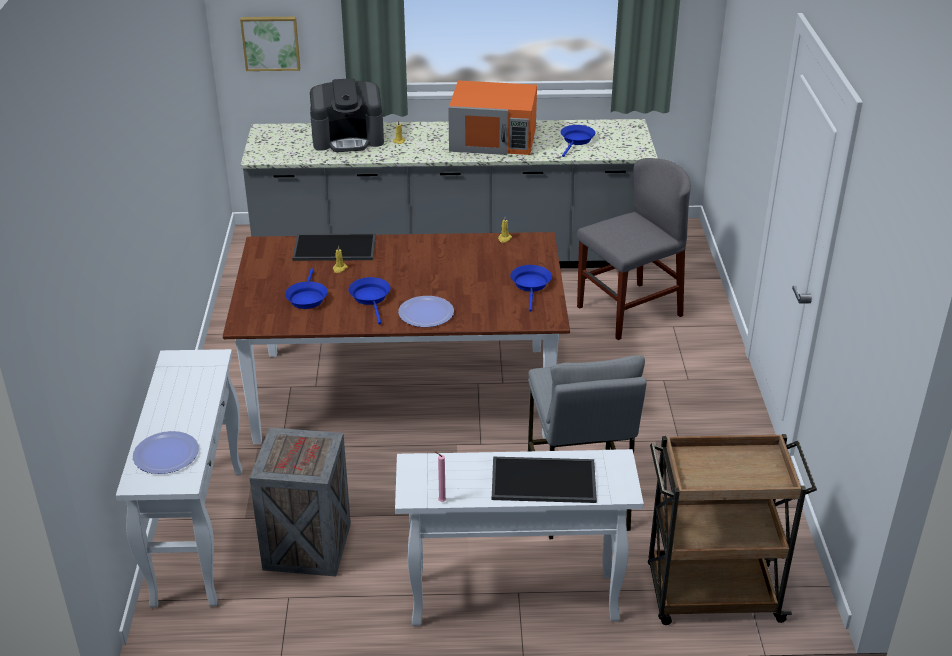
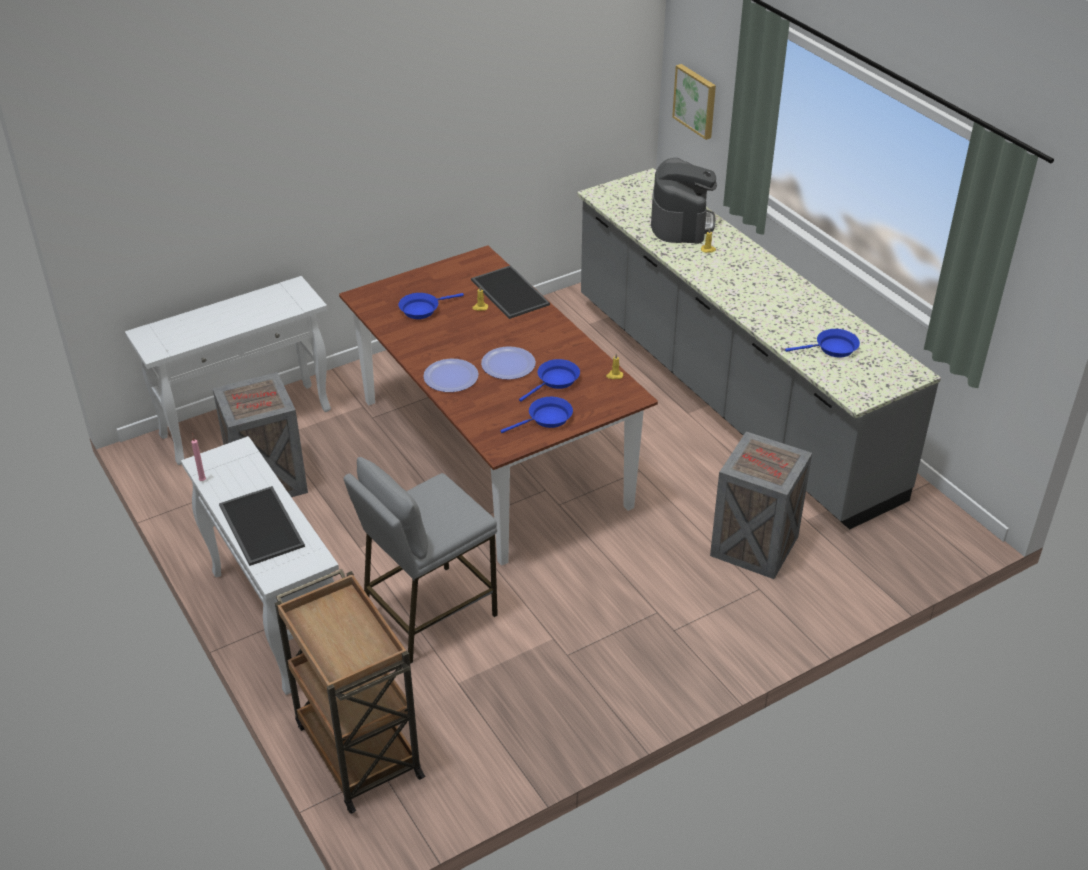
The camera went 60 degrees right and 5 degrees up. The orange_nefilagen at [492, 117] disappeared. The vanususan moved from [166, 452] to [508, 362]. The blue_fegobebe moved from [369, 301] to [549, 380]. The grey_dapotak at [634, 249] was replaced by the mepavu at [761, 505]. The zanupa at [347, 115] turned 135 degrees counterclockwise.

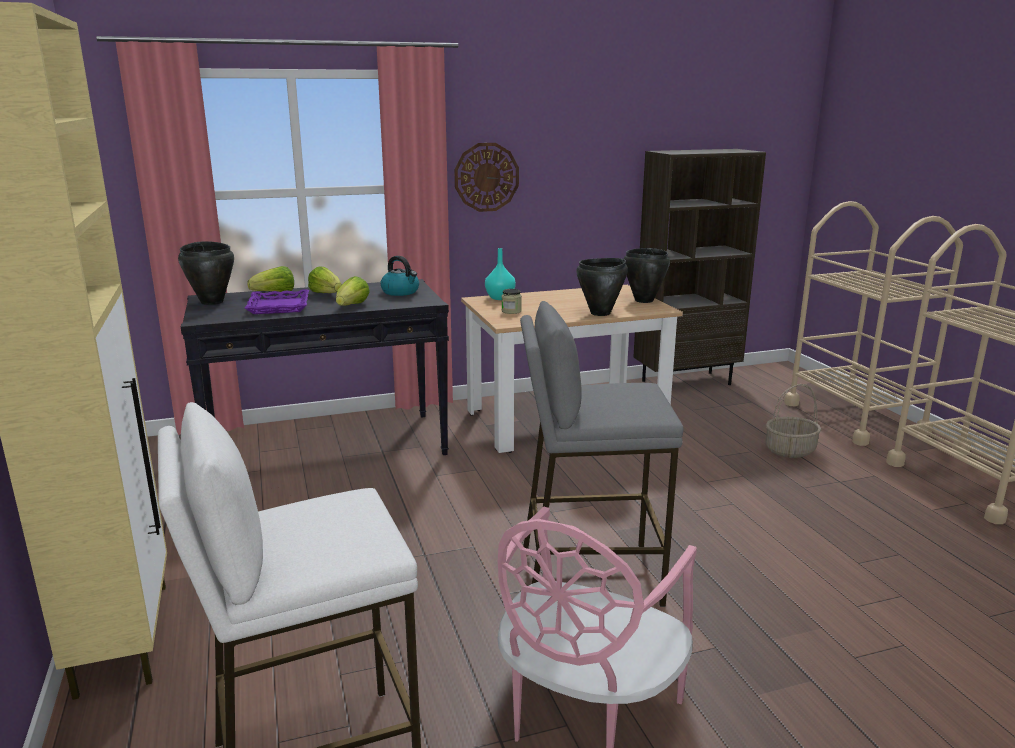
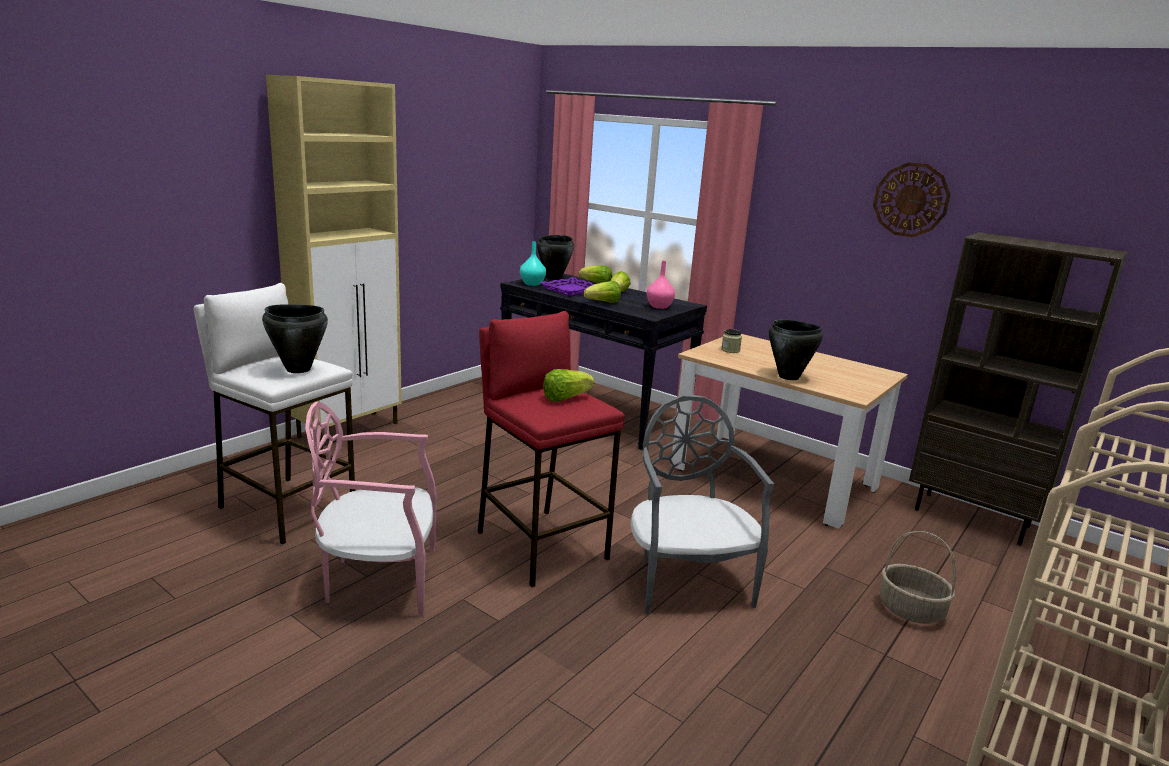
The camera went 55 degrees right and 0 degrees up. The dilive at [569, 385] appeared. The grey_dapotak at [702, 505] appeared. The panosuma moved from [486, 177] to [912, 199]. The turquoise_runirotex moved from [500, 274] to [533, 263]. The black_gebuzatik moved from [647, 275] to [295, 338]. The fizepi at [400, 276] was replaced by the pink_runirotex at [661, 285]. The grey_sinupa at [602, 454] became the red_sinupa at [551, 449].

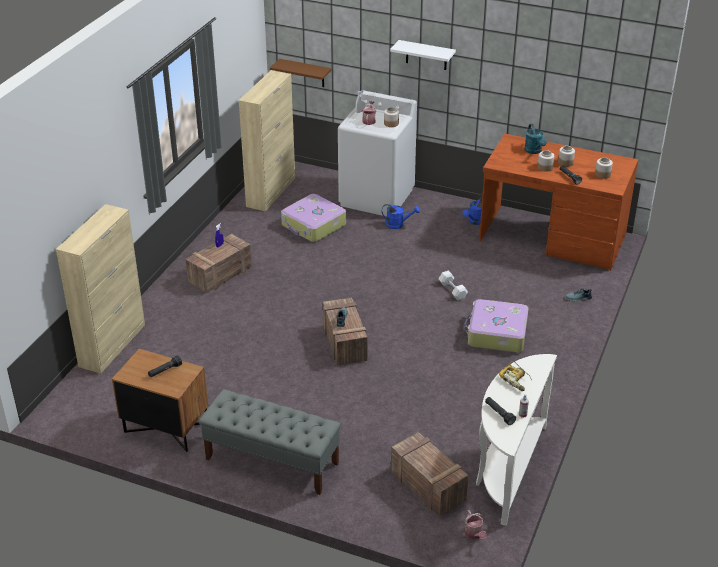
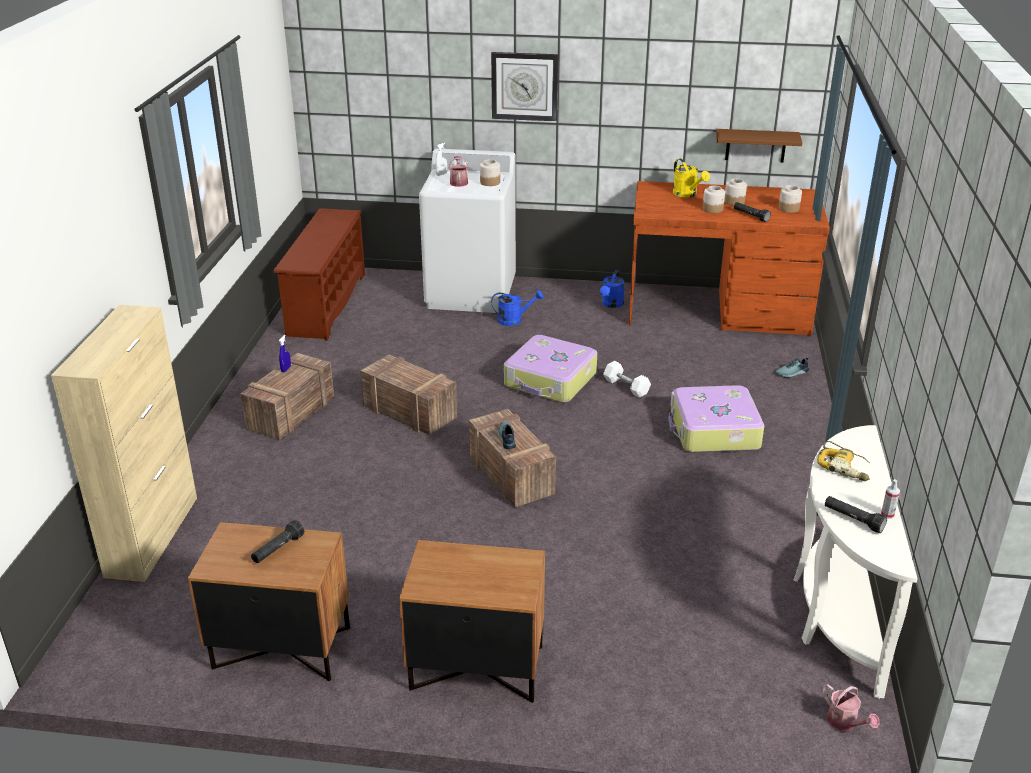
The camera went 15 degrees left and 5 degrees down. The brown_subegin moved from [300, 73] to [759, 145]. The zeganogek moved from [313, 218] to [550, 369]. The mepavu moved from [430, 474] to [408, 394]. The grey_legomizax at [270, 442] was replaced by the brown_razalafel at [472, 621]. The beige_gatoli at [267, 141] was replaced by the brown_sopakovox at [319, 274]. The white_subegin at [423, 55] was replaced by the panosuma at [524, 86]. The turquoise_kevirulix at [535, 139] became the yellow_kevirulix at [691, 178].

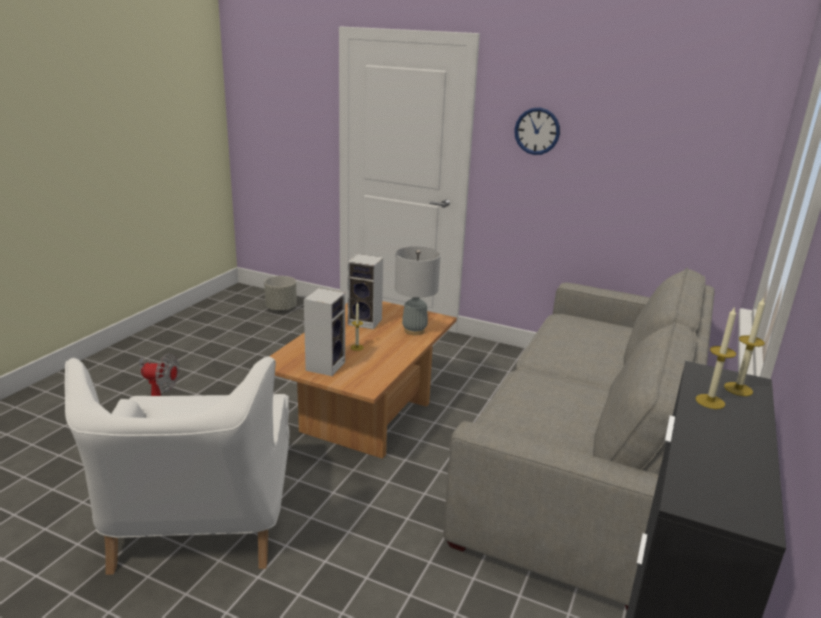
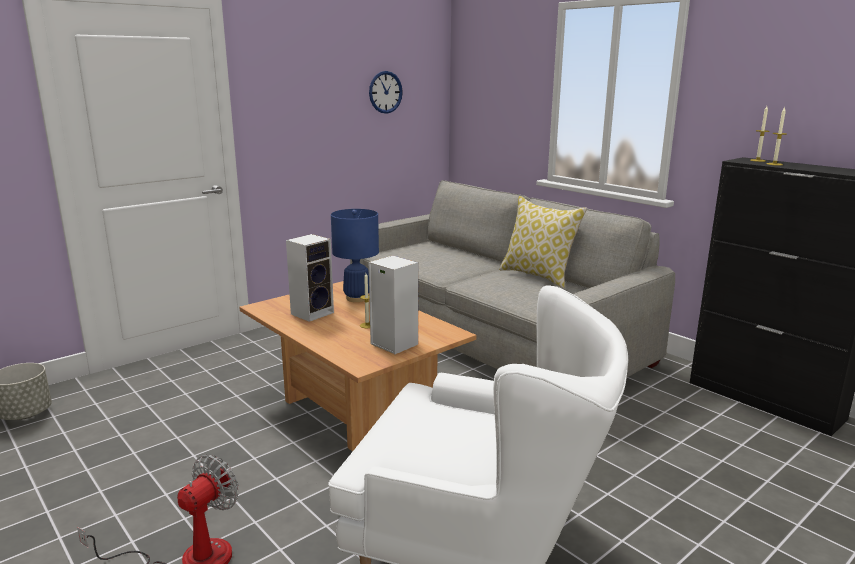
The camera went 65 degrees left and 5 degrees down. The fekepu at [543, 242] appeared. The panosuma moved from [537, 131] to [386, 92]. The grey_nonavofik at [418, 290] became the blue_nonavofik at [355, 255].

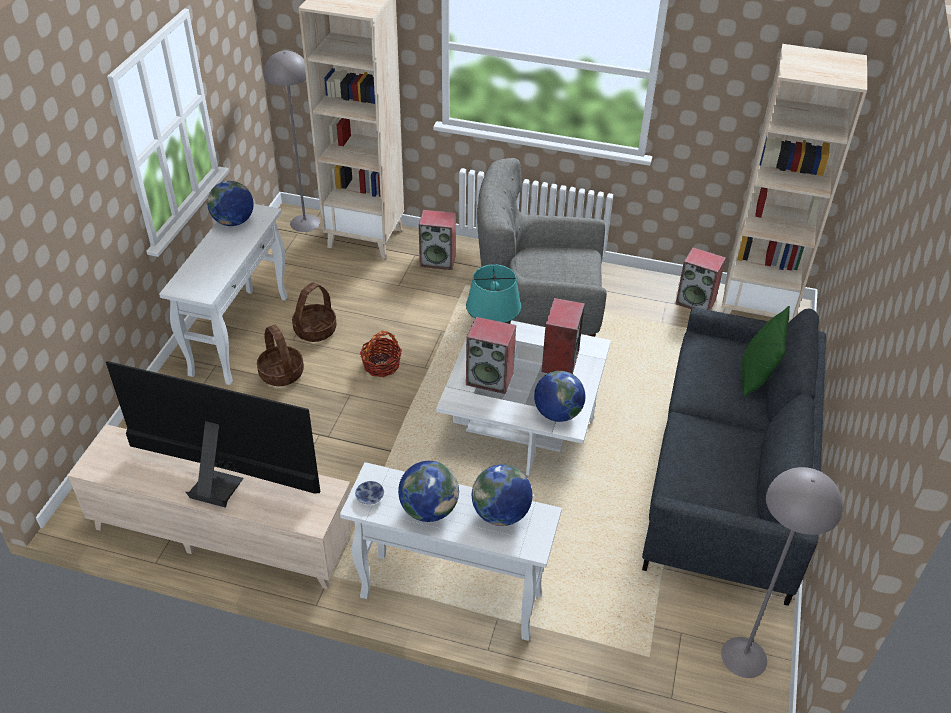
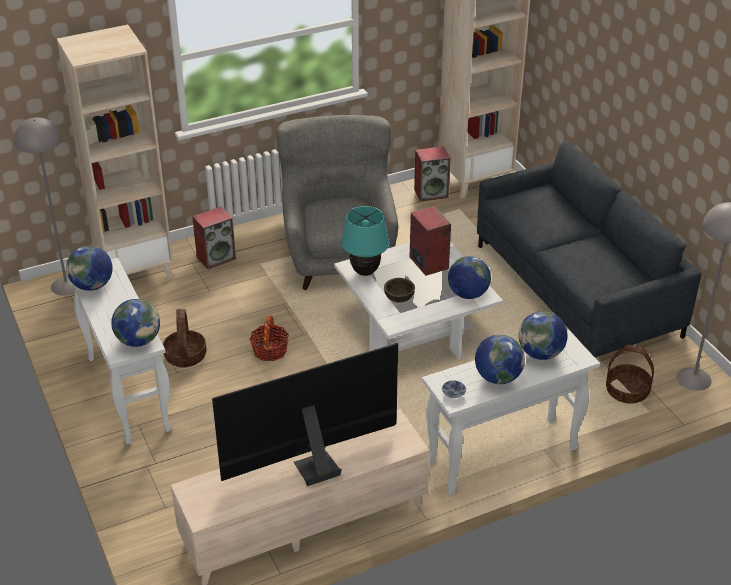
The camera went 40 degrees left and 5 degrees down. The green_fekepu at [766, 351] disappeared. The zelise at [135, 323] appeared. The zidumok moved from [280, 355] to [630, 374]. The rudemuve at [491, 355] was replaced by the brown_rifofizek at [399, 290]. The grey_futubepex at [542, 247] turned 120 degrees clockwise.

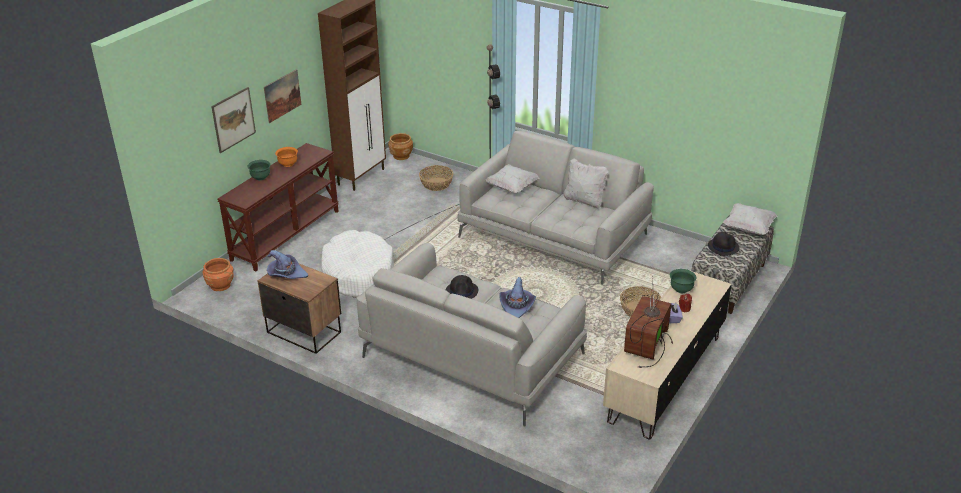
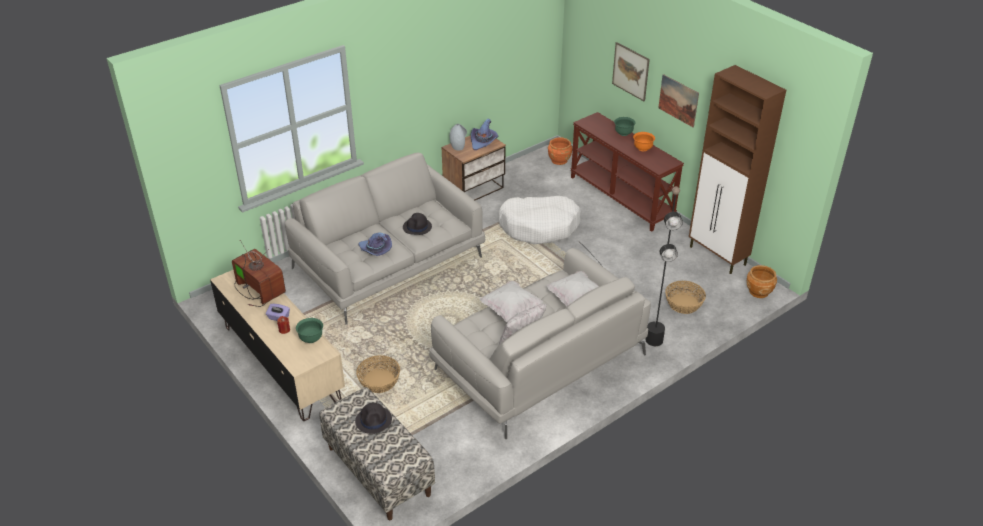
The camera went 110 degrees right and 5 degrees up. The grey_runirotex at [458, 137] appeared. The white_fekepu moved from [750, 219] to [511, 301].

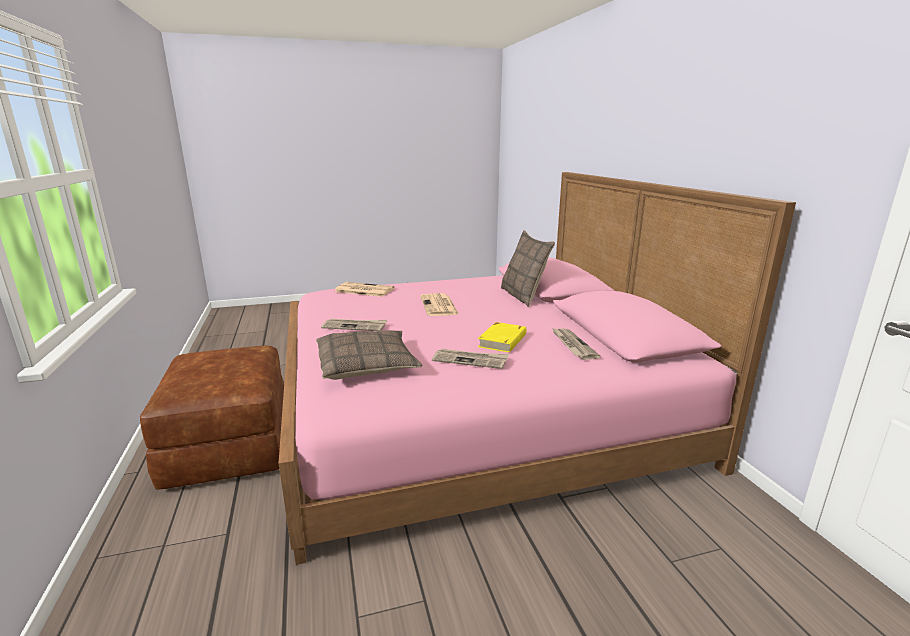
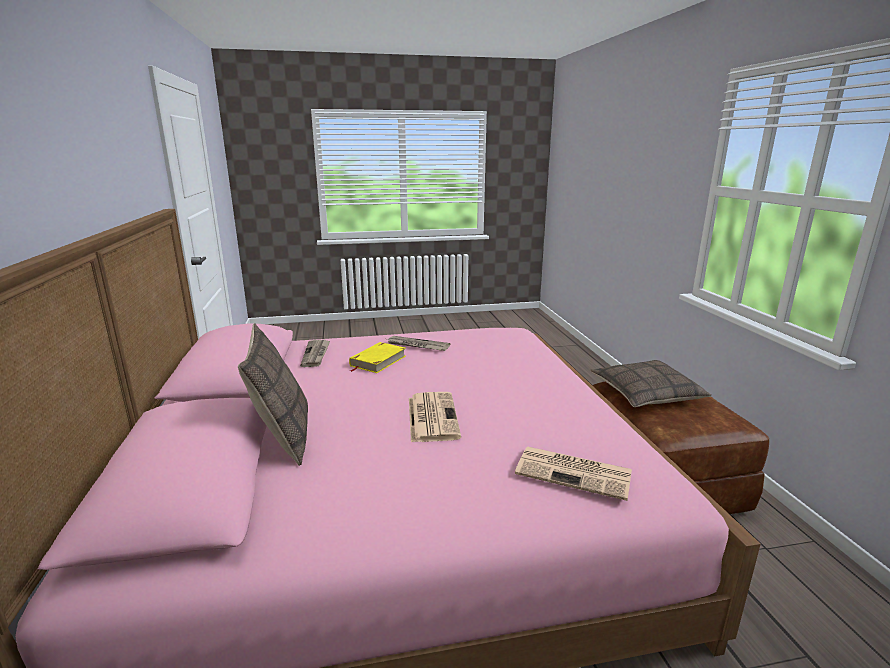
The camera went 175 degrees left and 0 degrees up. The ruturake at [354, 325] disappeared. The fekepu moved from [369, 355] to [650, 383].

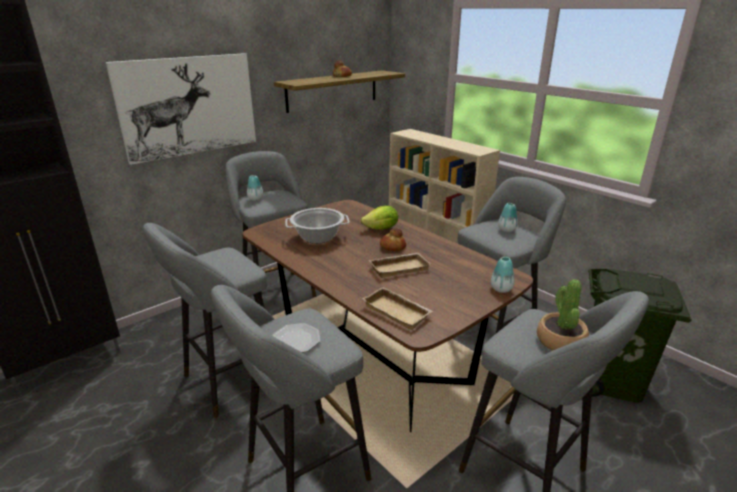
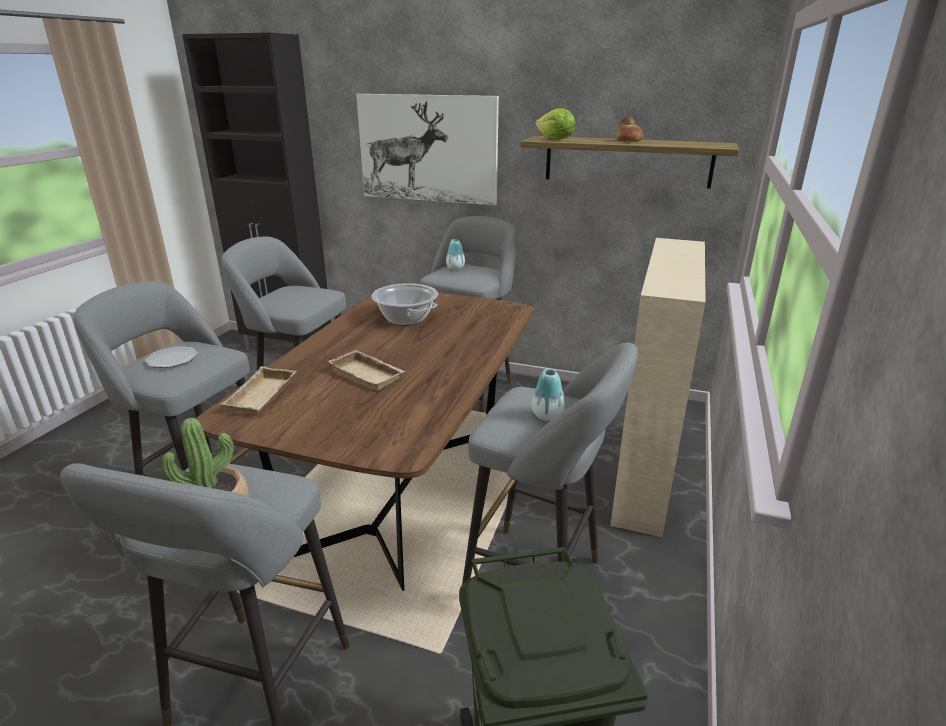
The camera went 60 degrees right and 0 degrees up. The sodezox at [393, 239] disappeared. The runirotex at [502, 275] disappeared. The dilive moved from [379, 218] to [555, 123].

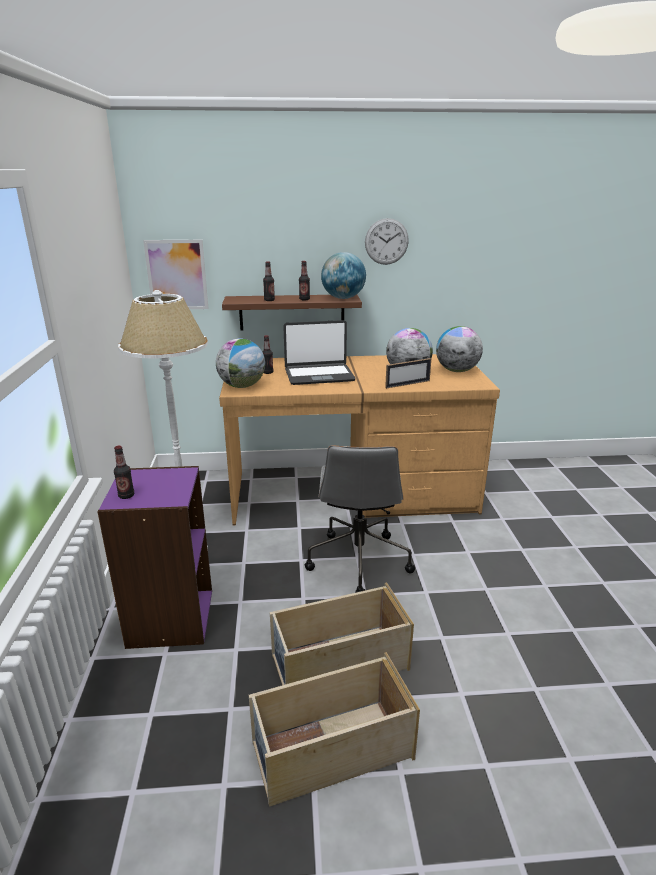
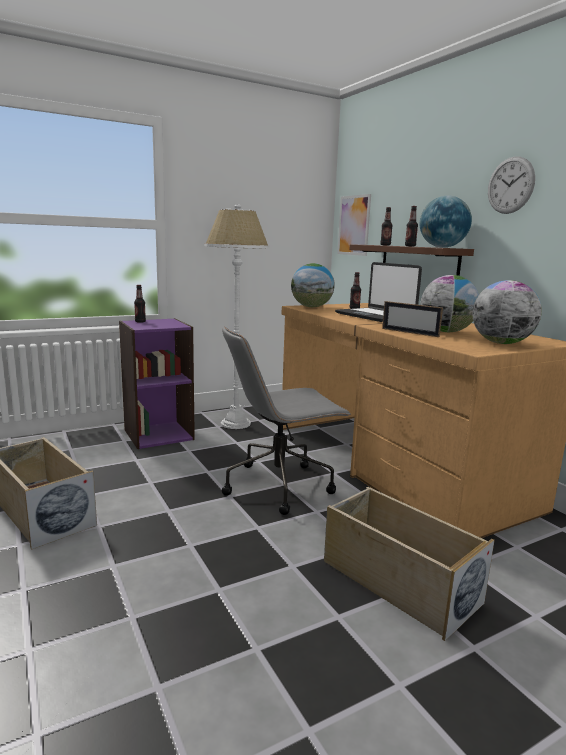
The camera went 65 degrees right and 10 degrees down. The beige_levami moved from [342, 633] to [409, 564].

